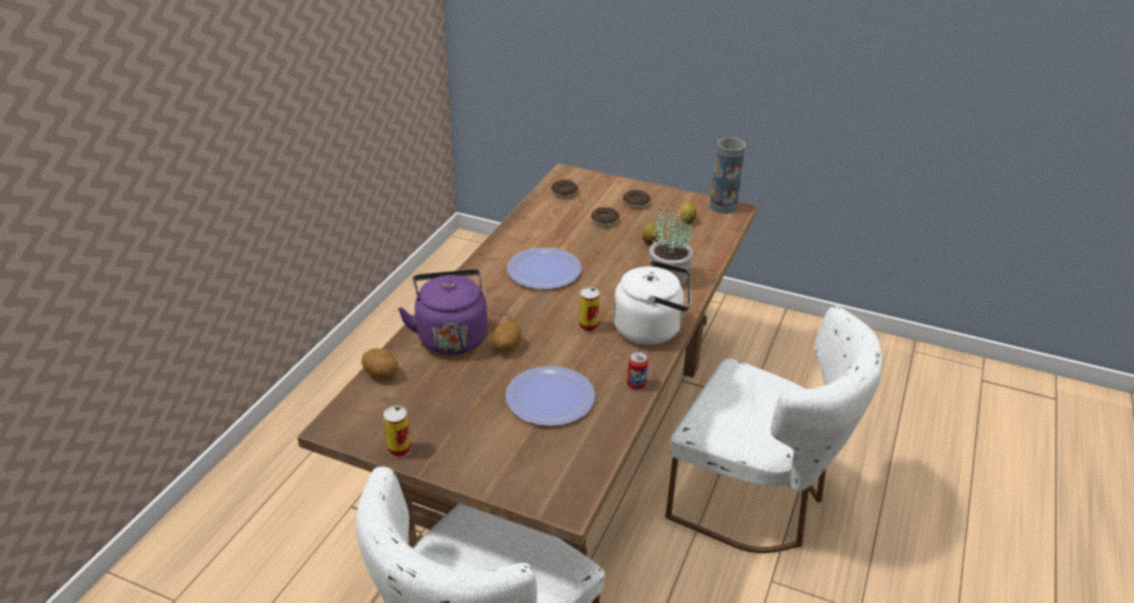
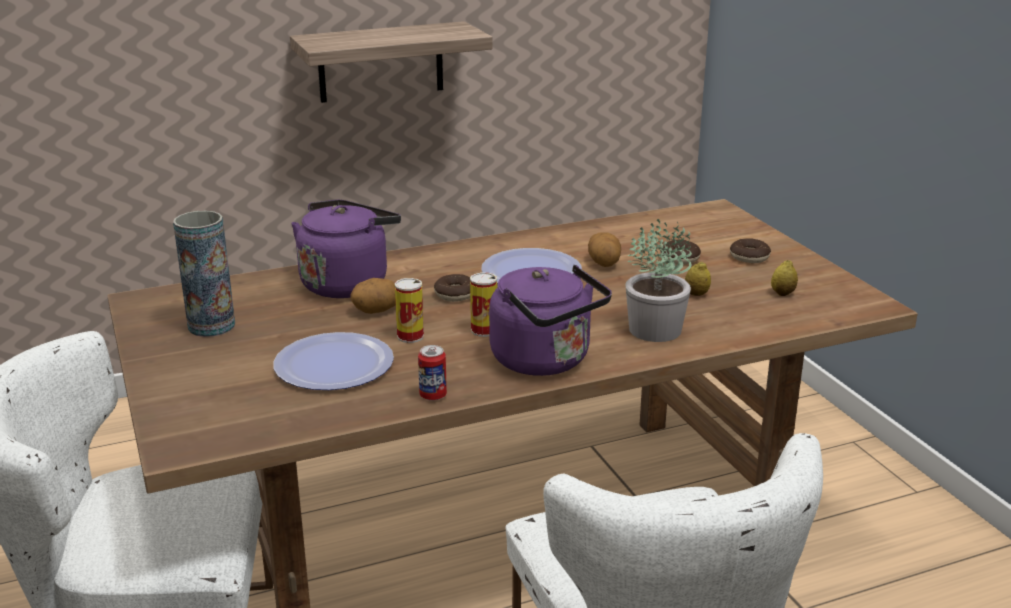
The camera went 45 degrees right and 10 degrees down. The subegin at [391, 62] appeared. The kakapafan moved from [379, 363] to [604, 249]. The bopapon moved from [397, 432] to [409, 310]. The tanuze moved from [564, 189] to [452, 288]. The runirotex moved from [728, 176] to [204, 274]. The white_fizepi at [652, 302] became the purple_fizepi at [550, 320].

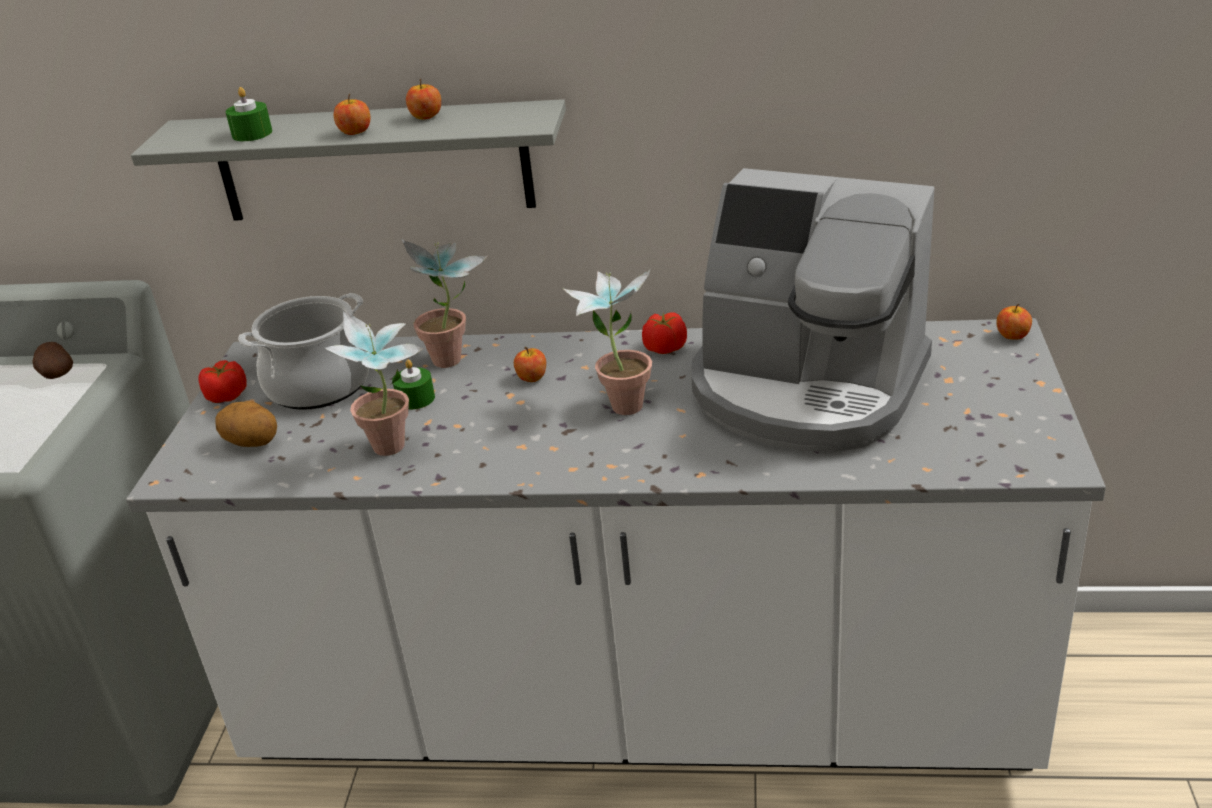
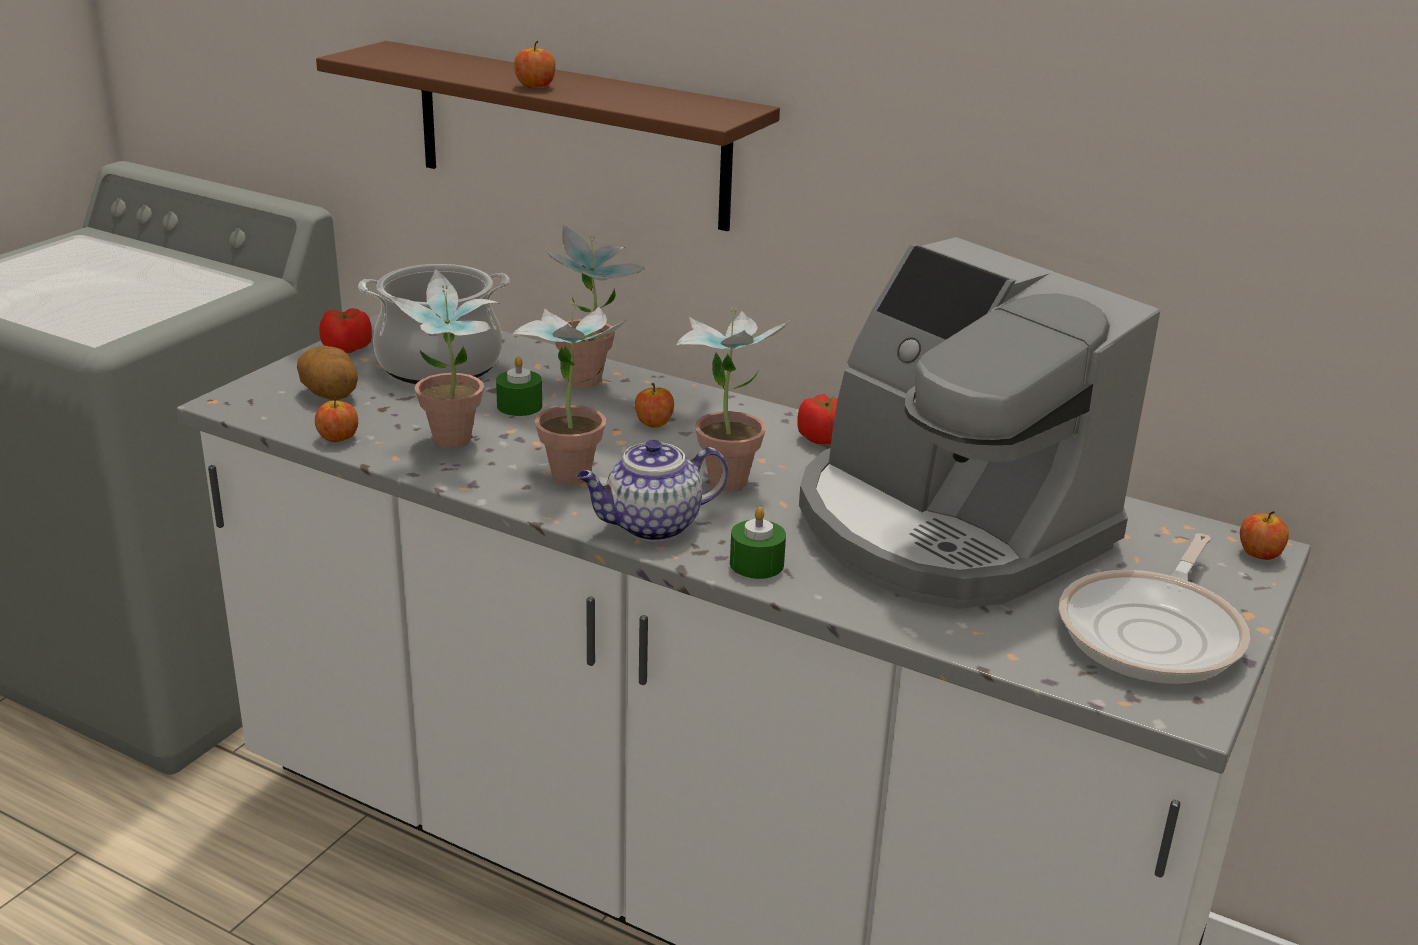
The camera went 20 degrees right and 5 degrees down. The kakapafan at [52, 360] disappeared. The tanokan at [570, 393] appeared. The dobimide at [652, 491] appeared. The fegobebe at [1154, 608] appeared. The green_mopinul moved from [249, 114] to [758, 543]. The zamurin moved from [423, 99] to [336, 419]. The grey_subegin at [348, 160] became the brown_subegin at [548, 136].

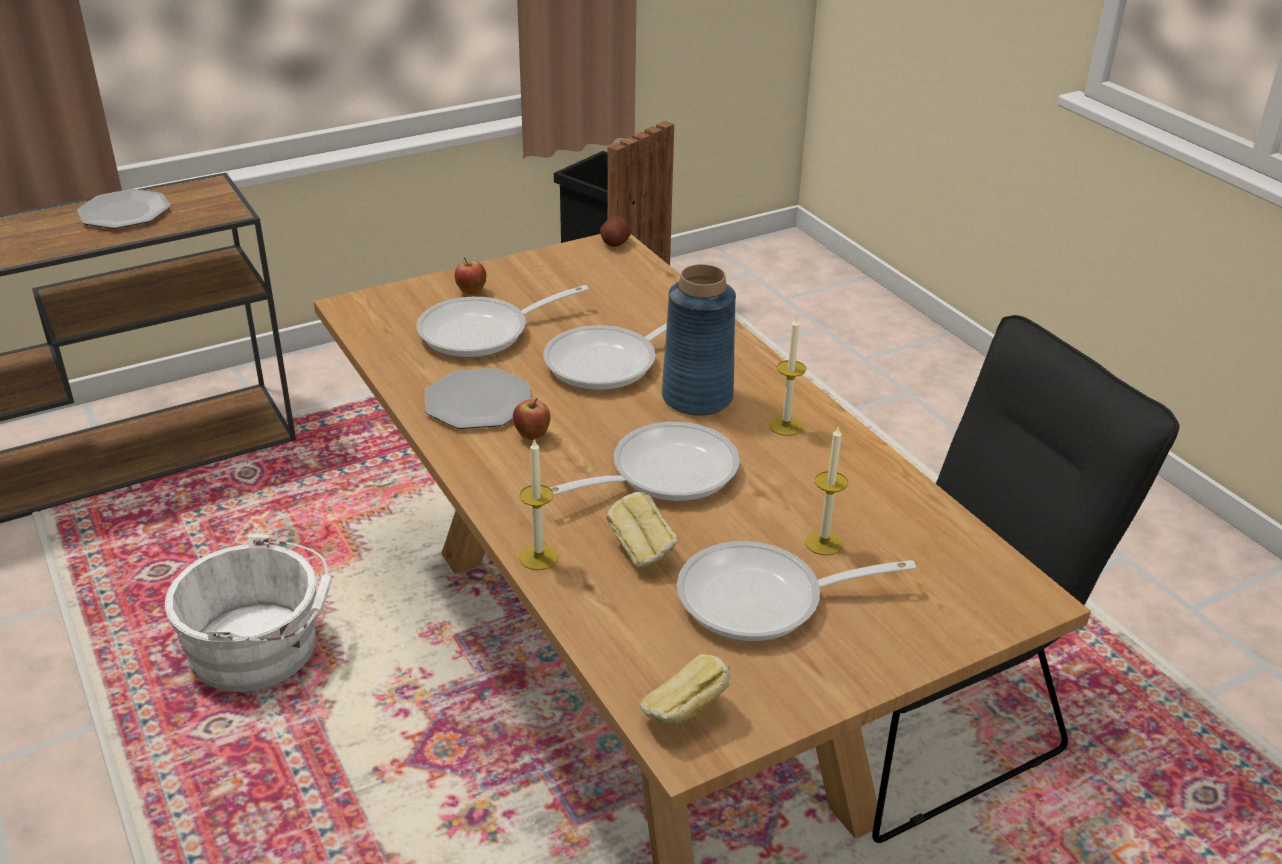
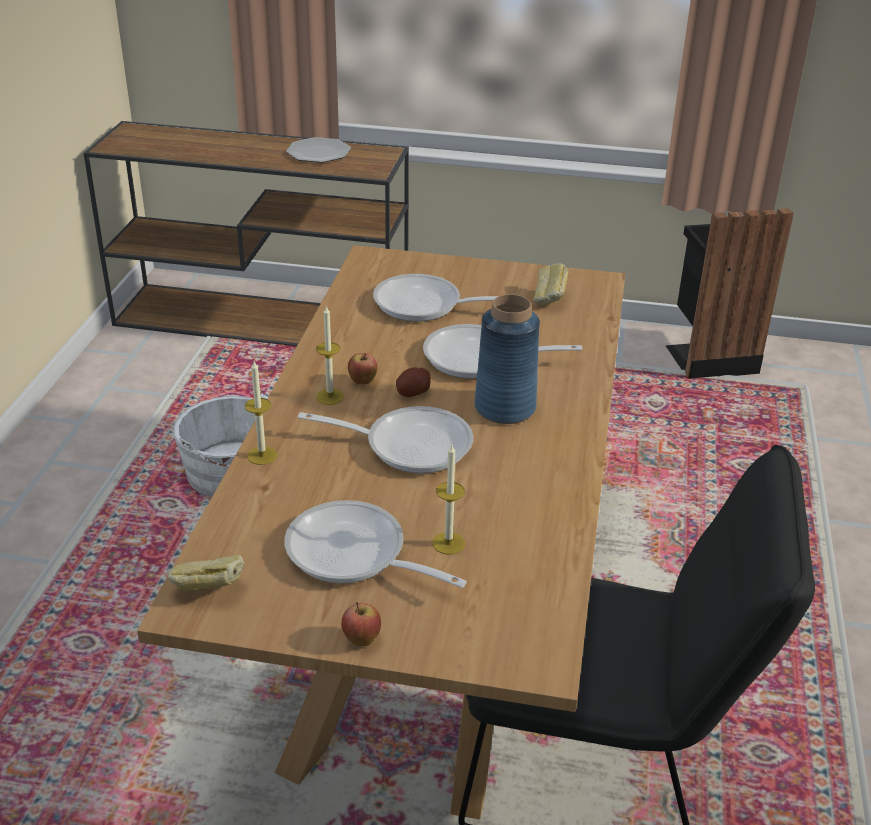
The camera went 40 degrees right and 0 degrees up. The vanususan at [478, 398] disappeared. The zamurin moved from [470, 276] to [361, 623]. The kakapafan moved from [615, 231] to [413, 382]. The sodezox moved from [642, 529] to [550, 285]. The mopinul moved from [787, 376] to [330, 355].

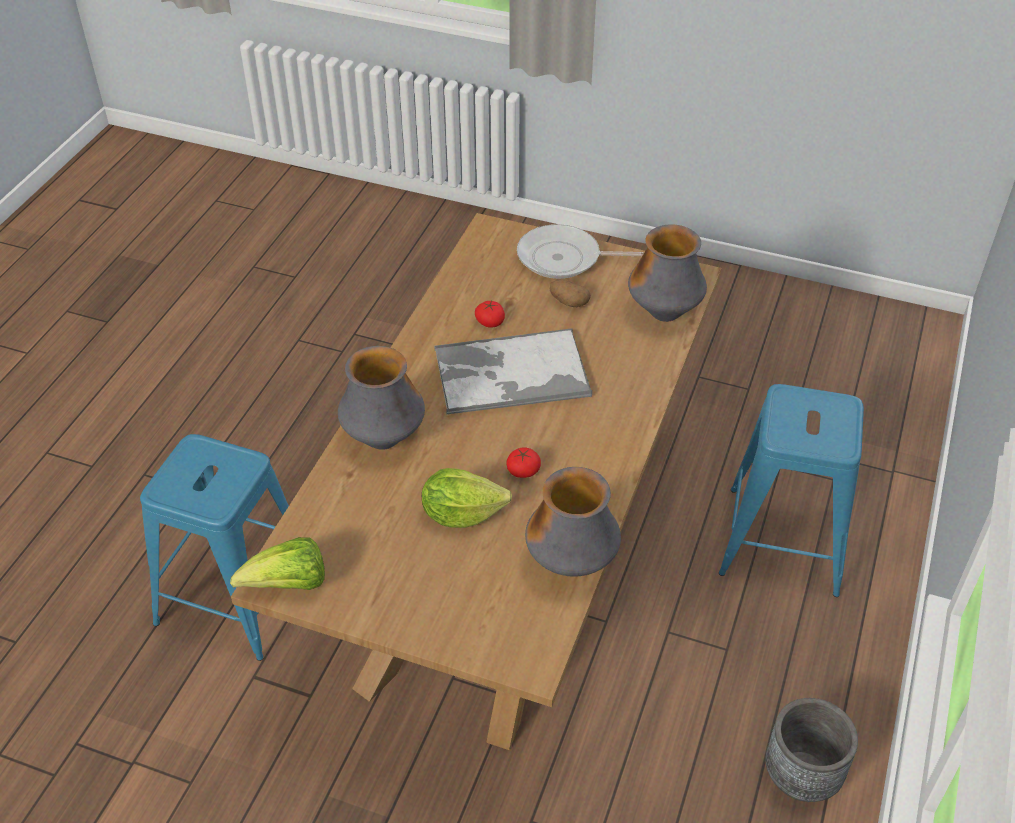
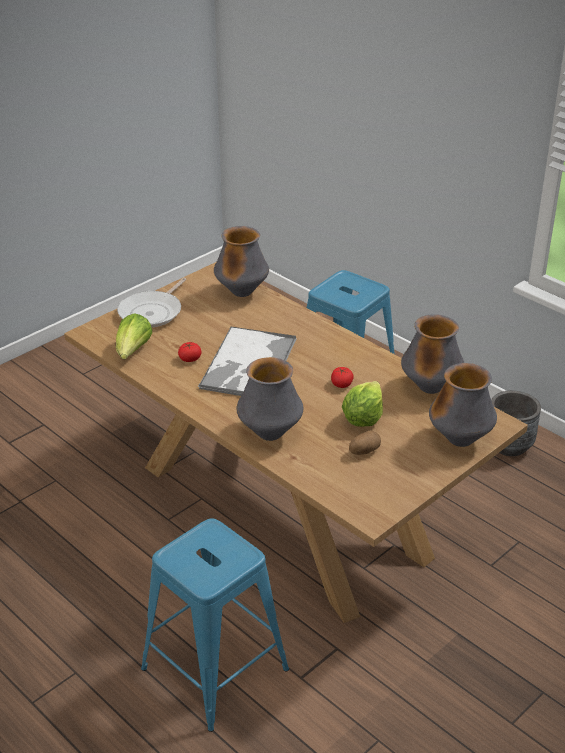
The camera went 65 degrees left and 10 degrees down. The runirotex at [463, 405] appeared. The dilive moved from [277, 563] to [134, 336]. The kakapafan moved from [570, 293] to [365, 442].

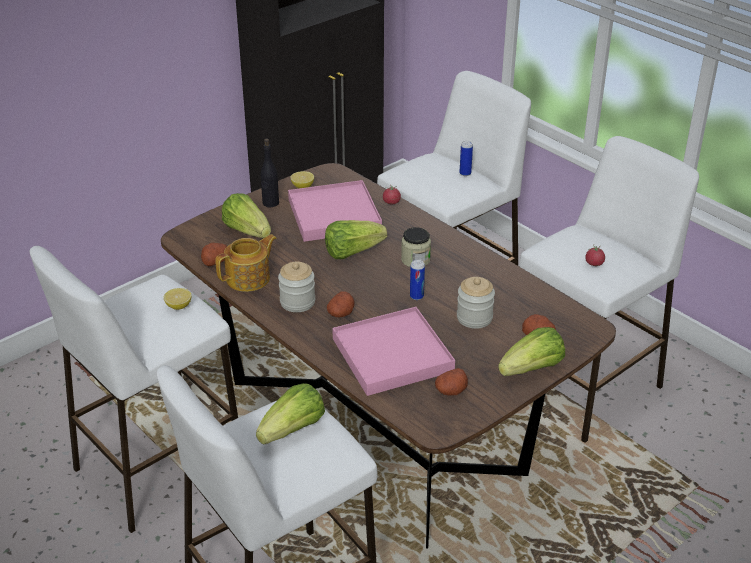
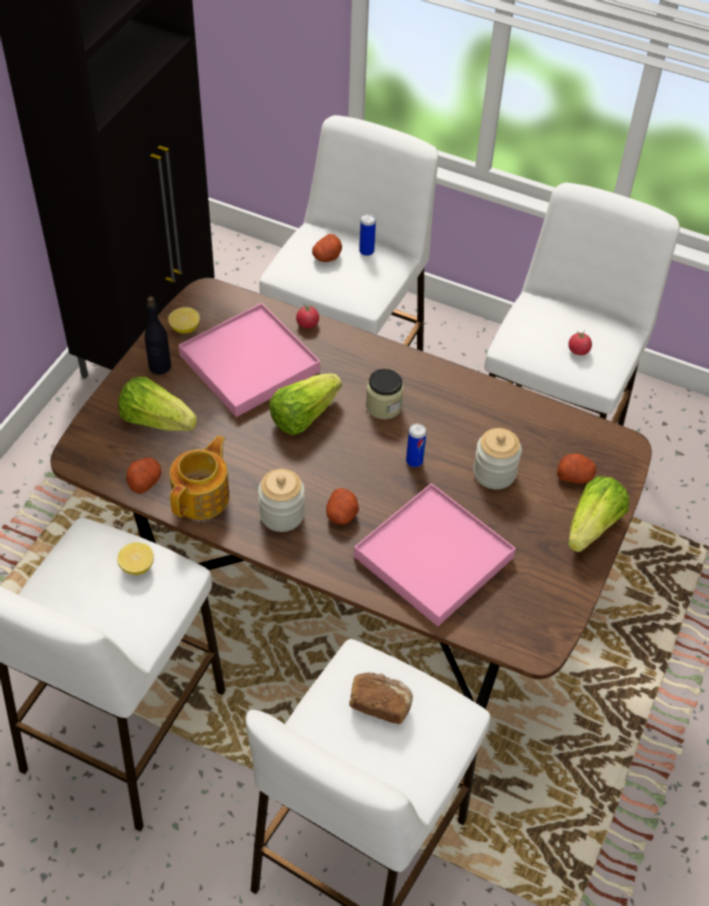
The camera went 25 degrees left and 15 degrees up. The kakapafan moved from [451, 381] to [327, 248]. The dilive at [290, 414] was replaced by the sodezox at [381, 698].

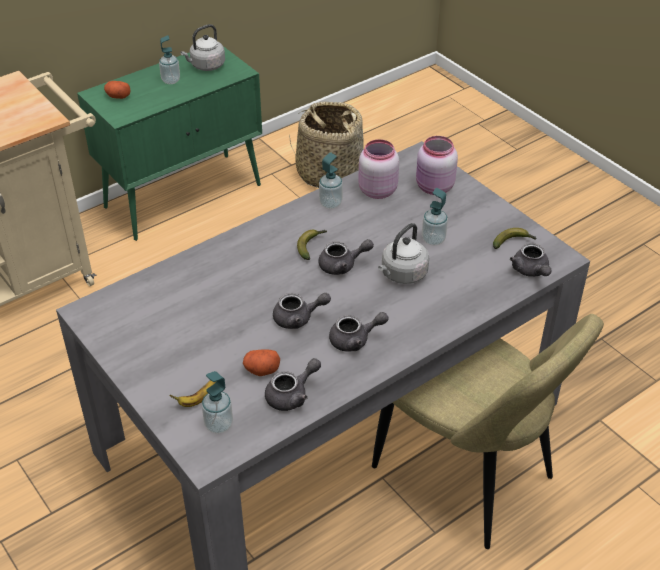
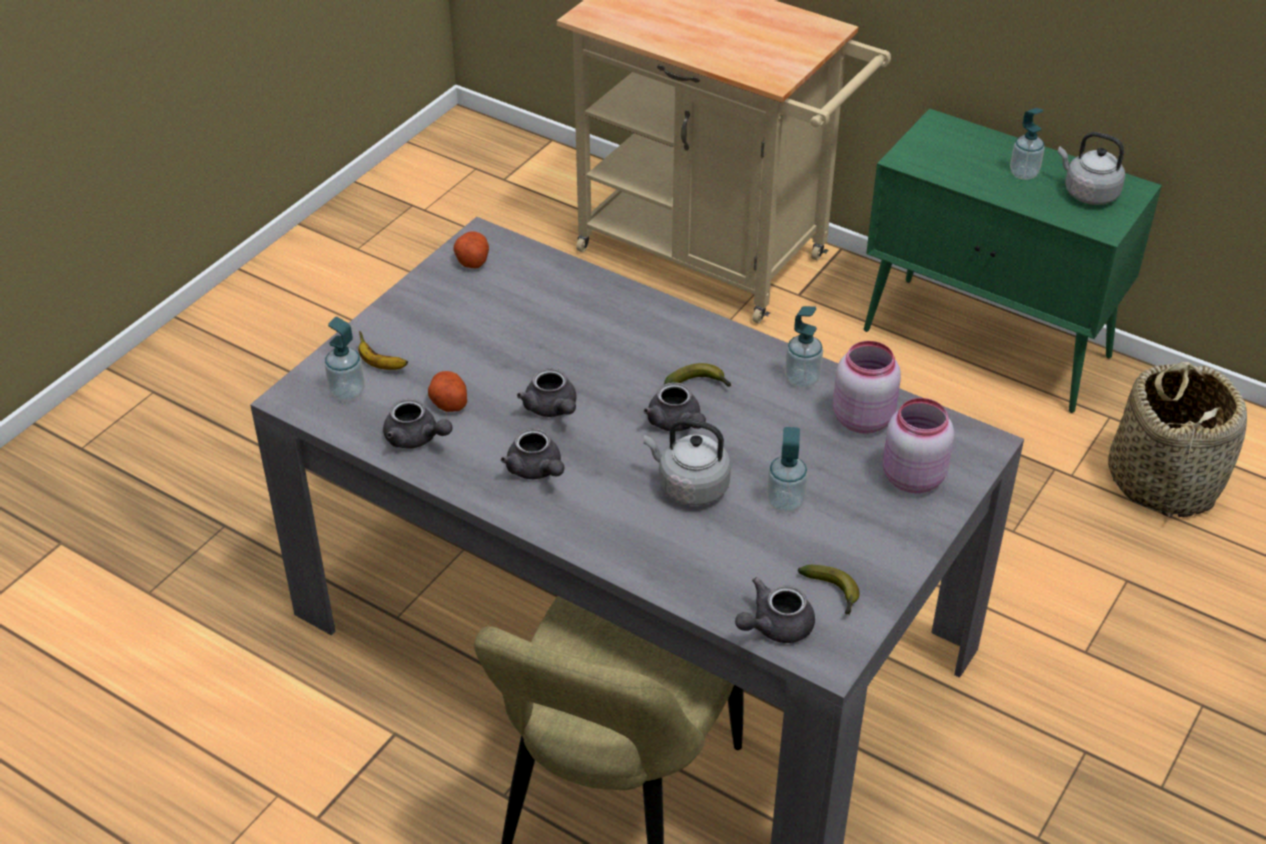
The camera went 70 degrees right and 0 degrees up. The kakapafan moved from [117, 90] to [471, 249].

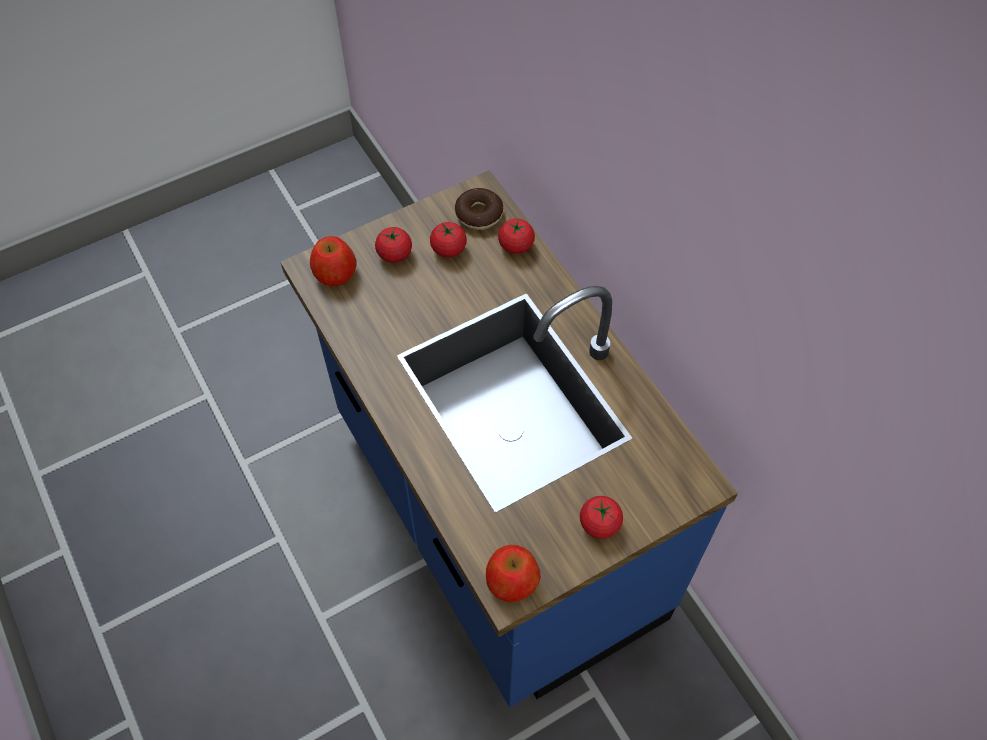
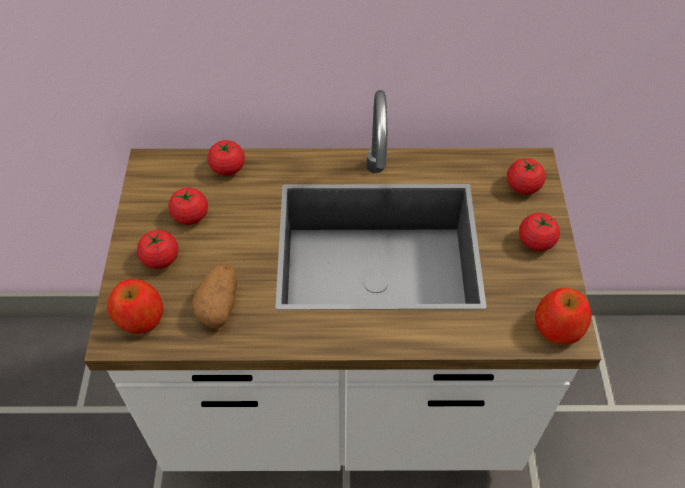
The camera went 60 degrees left and 5 degrees down. The tanuze at [479, 209] disappeared. The kakapafan at [214, 296] appeared. The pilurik at [526, 176] appeared. The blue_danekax at [509, 438] became the white_danekax at [342, 280].

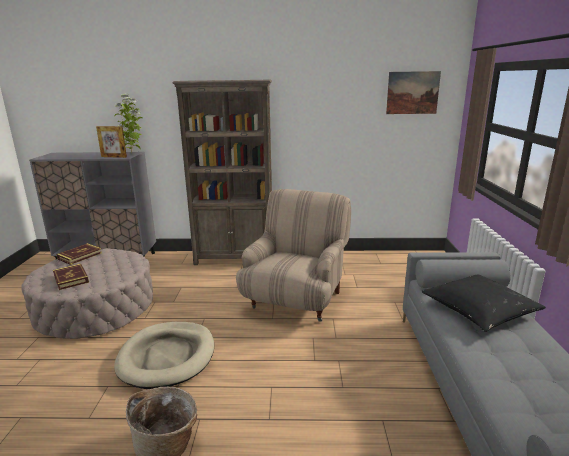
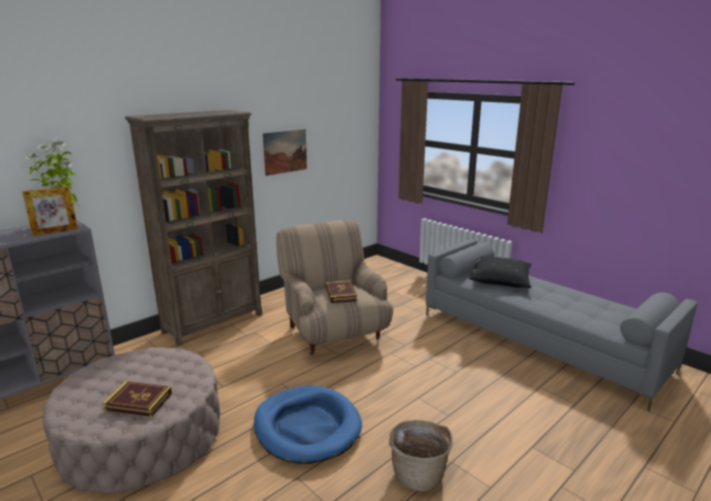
The camera went 45 degrees left and 0 degrees up. The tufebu moved from [79, 254] to [341, 291]. The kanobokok moved from [413, 92] to [285, 152]. The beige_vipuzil at [164, 355] became the blue_vipuzil at [308, 425].

